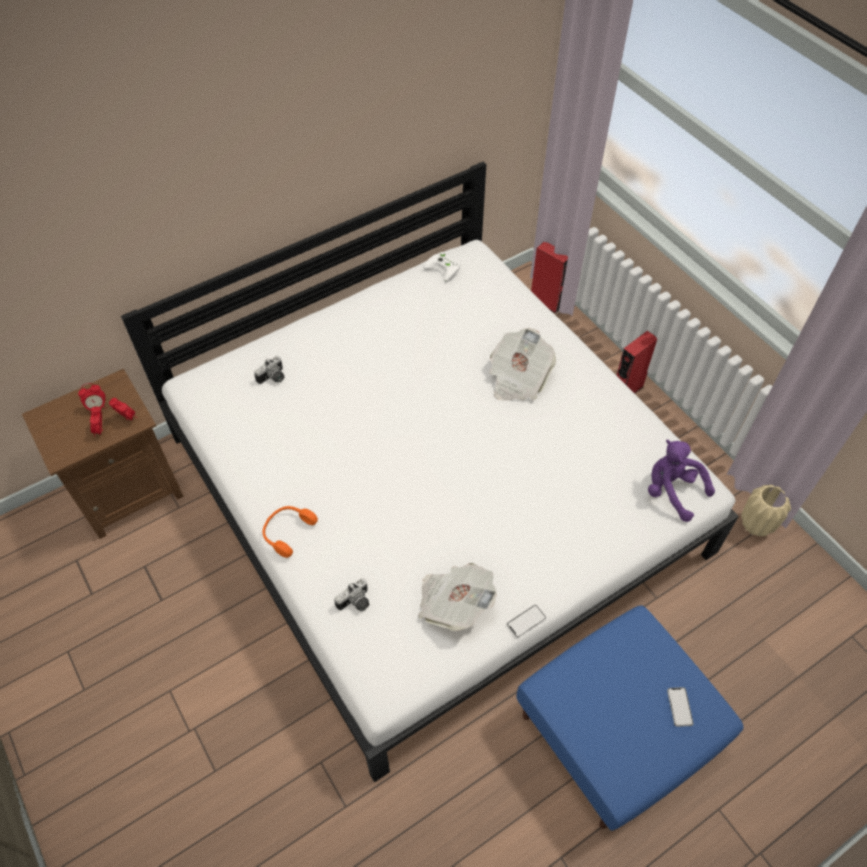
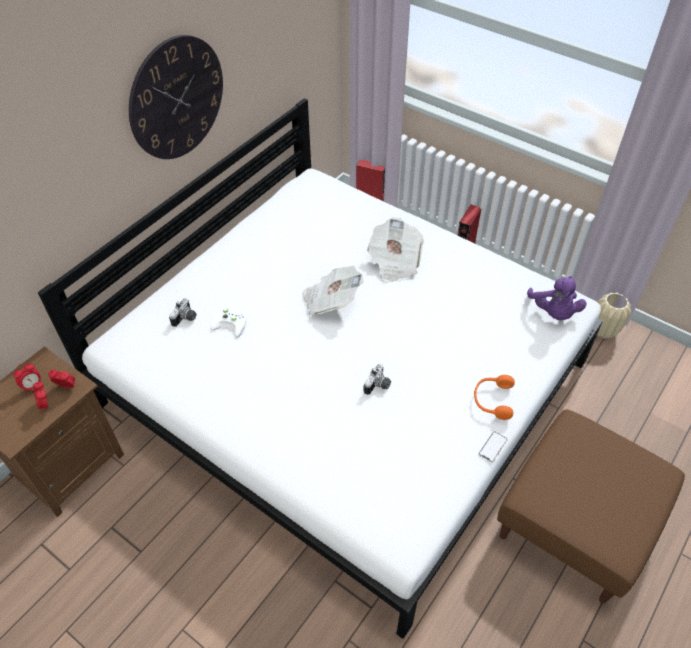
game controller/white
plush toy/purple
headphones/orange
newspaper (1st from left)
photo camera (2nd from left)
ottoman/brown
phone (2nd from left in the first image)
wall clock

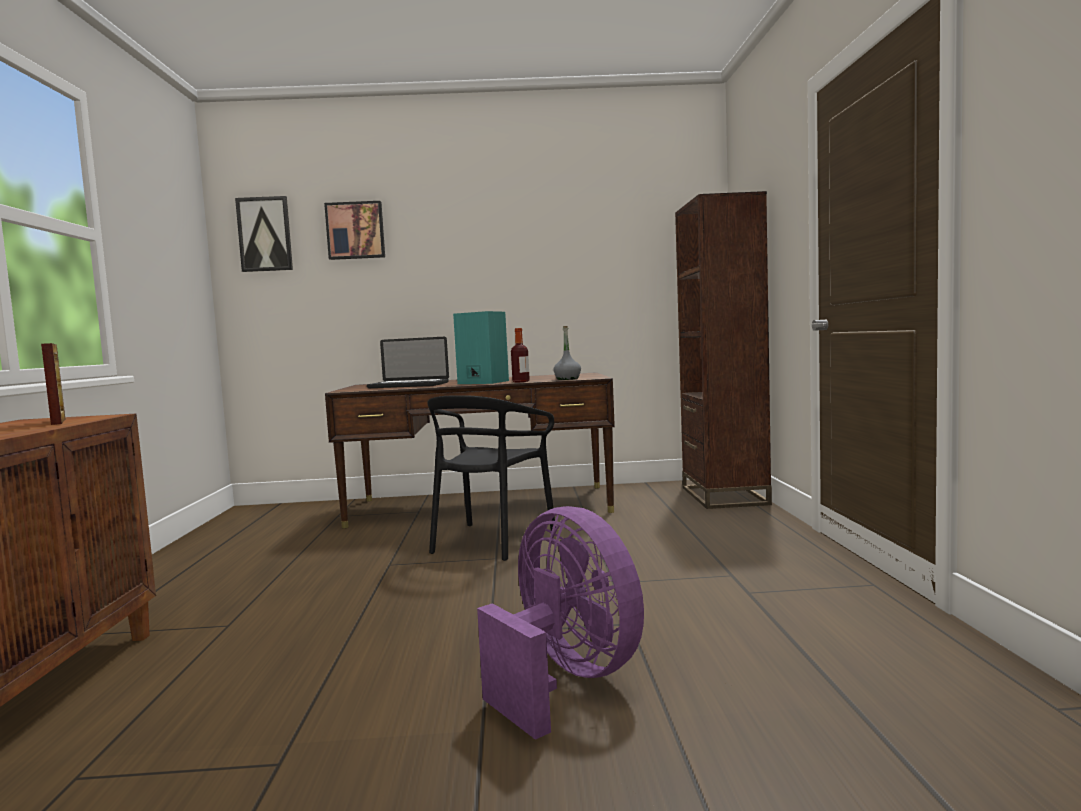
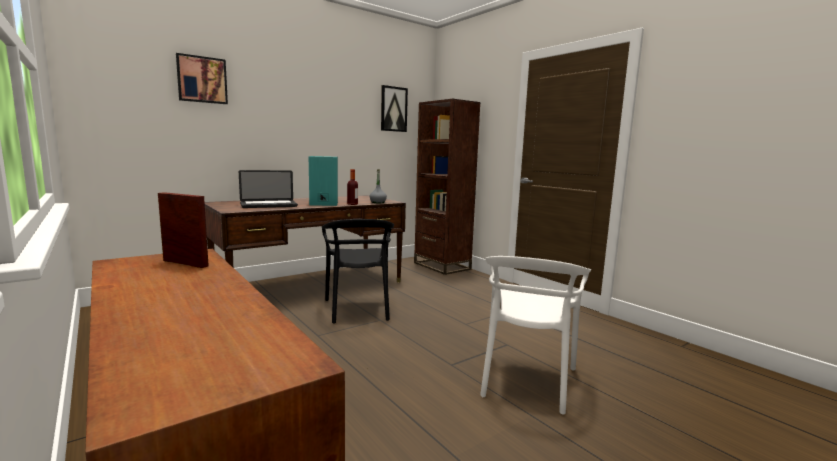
picture (2nd from left)
chair/white

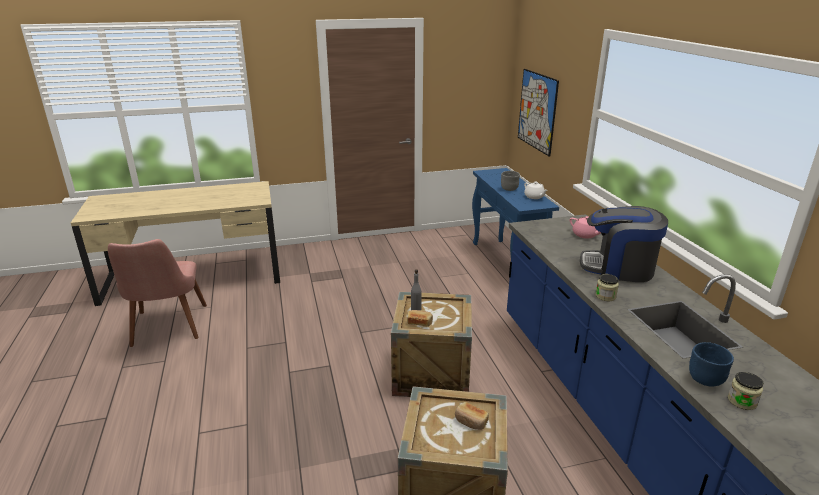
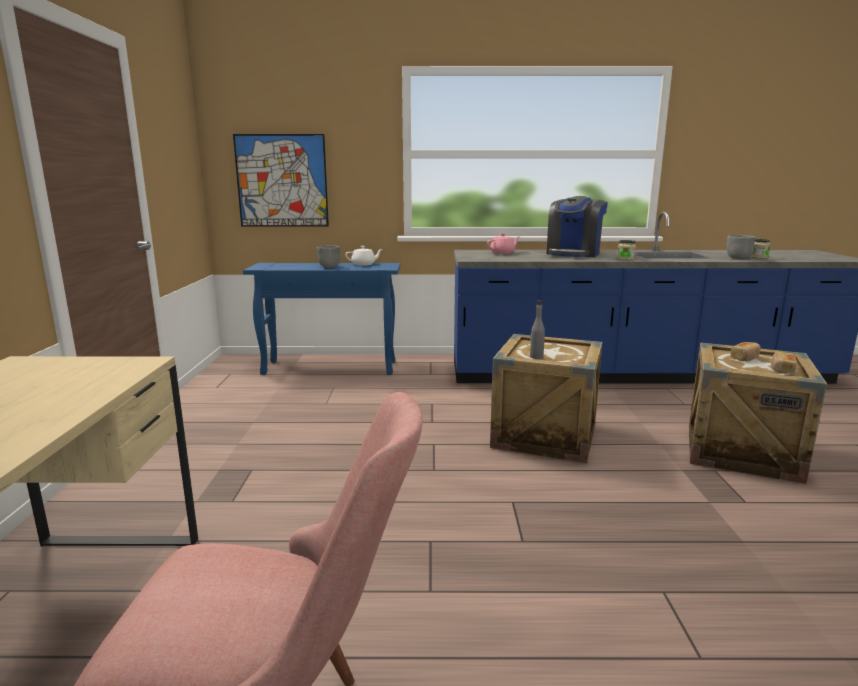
bread (2nd from left)
bowl/grey (2nd from left)

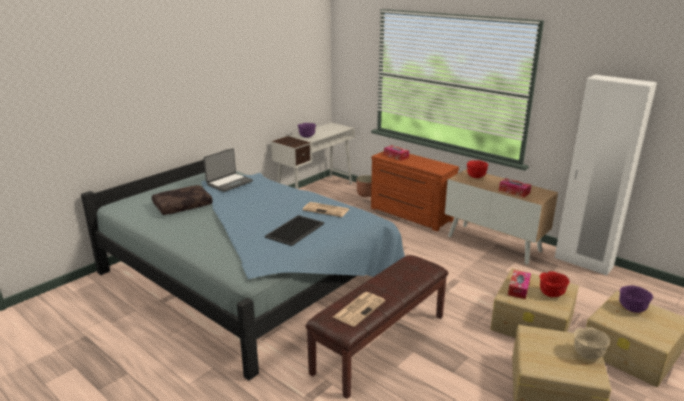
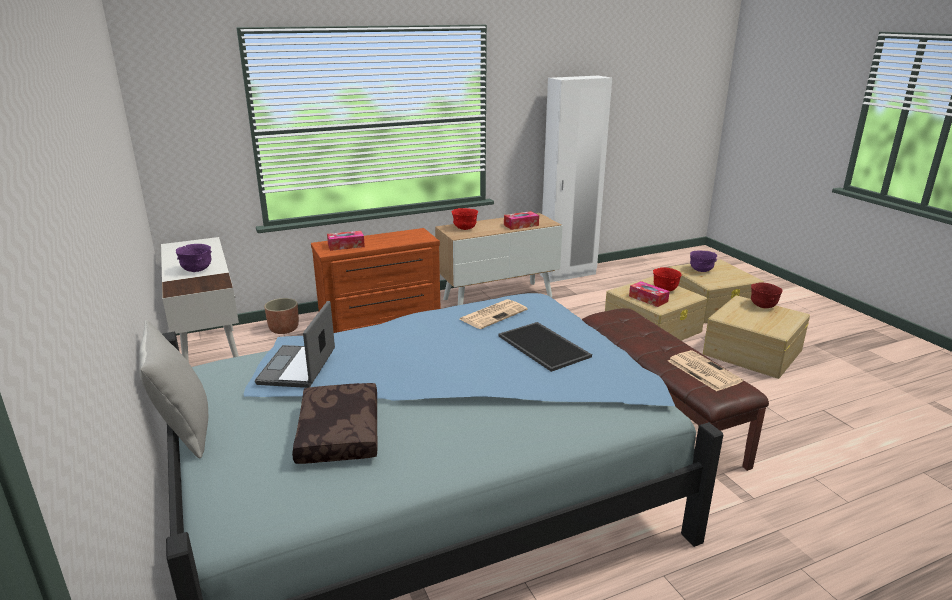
laptop
bowl/red (3rd from left)
pillow/grey

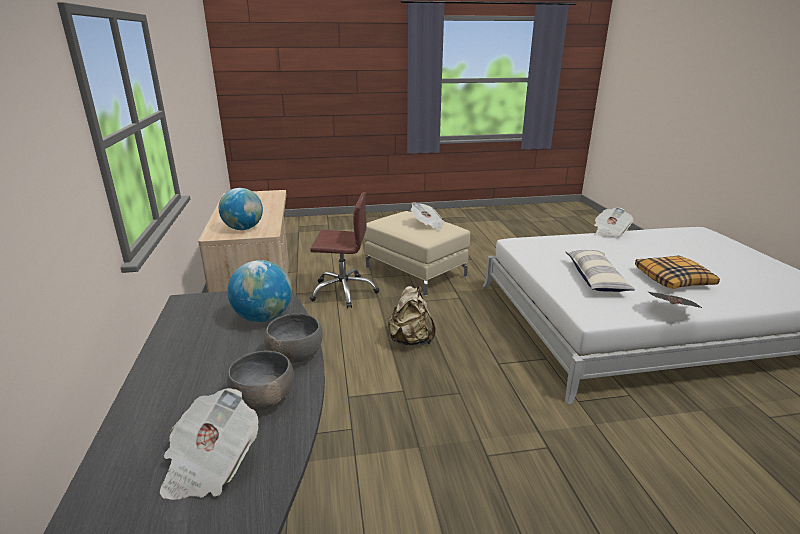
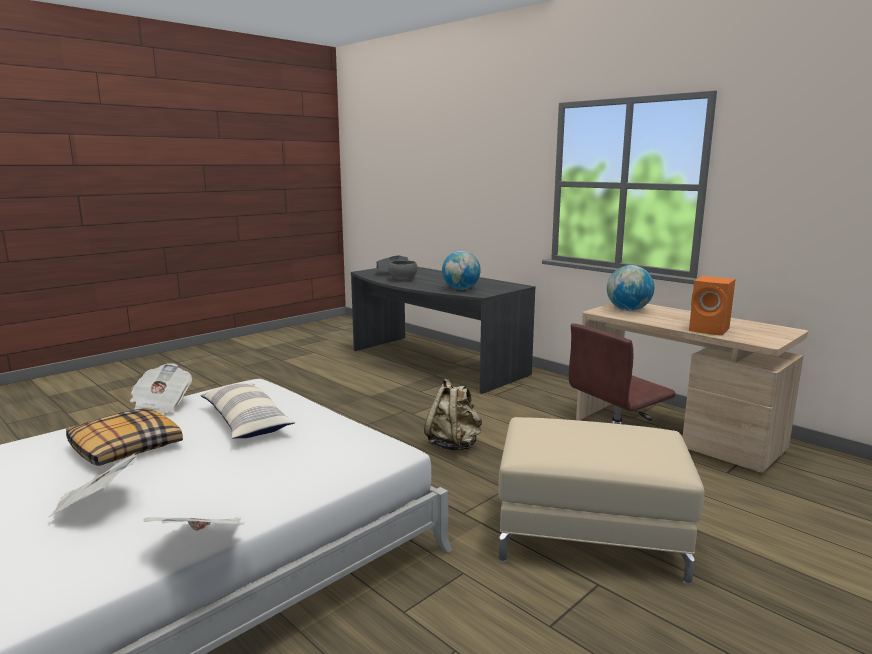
newspaper (1st from left)
bowl/grey (2nd from left in the first image)
speaker/orange

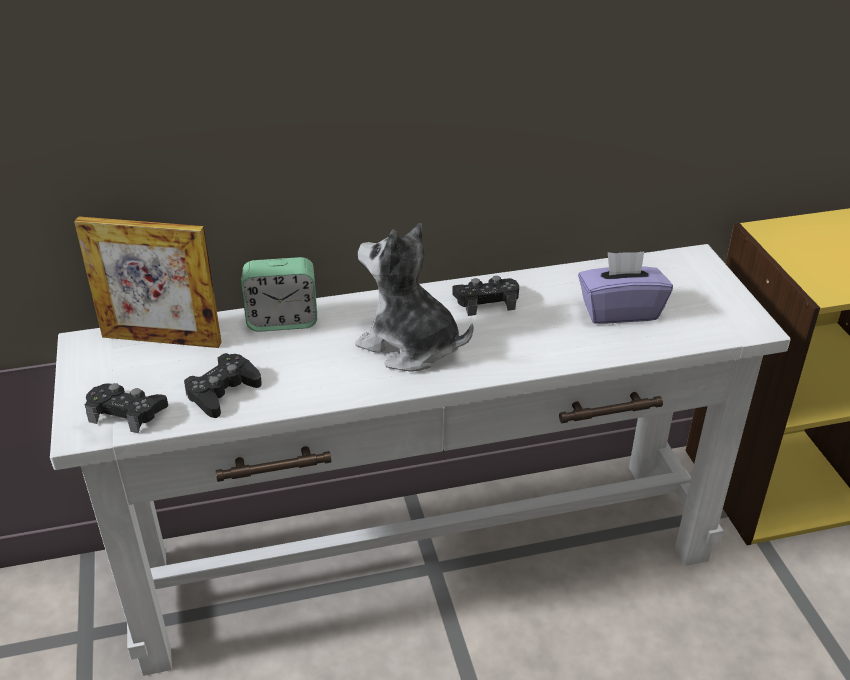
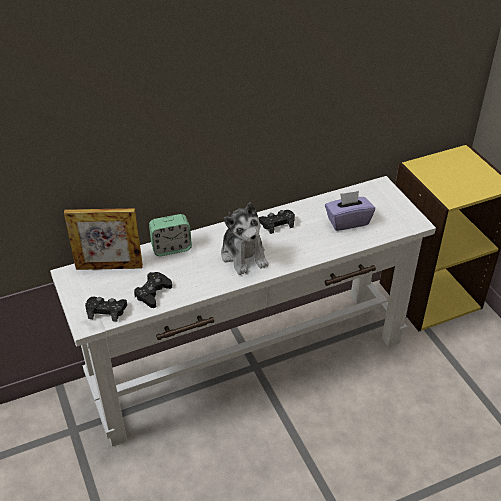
plush toy

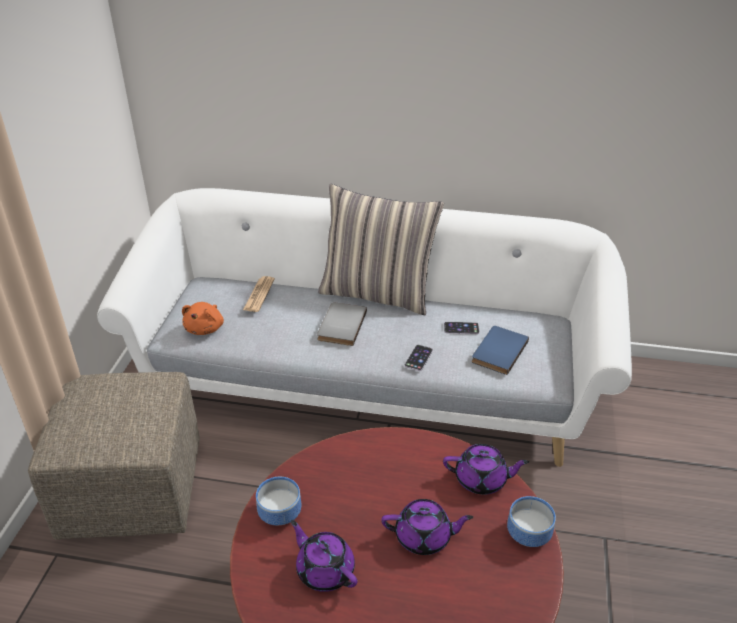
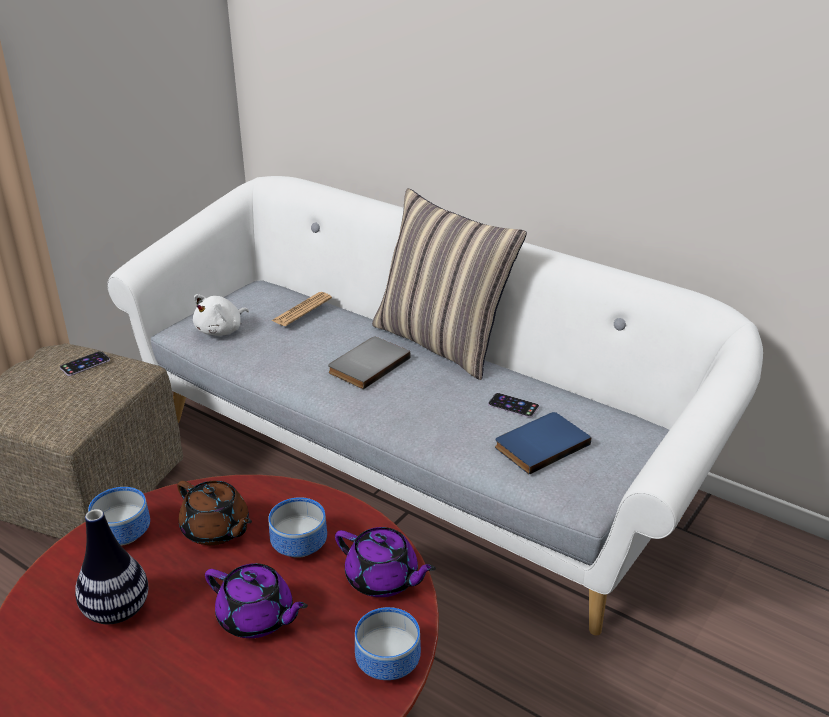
plush toy/white
phone (1st from left)
vase
teapot/brown
bowl (2nd from left)

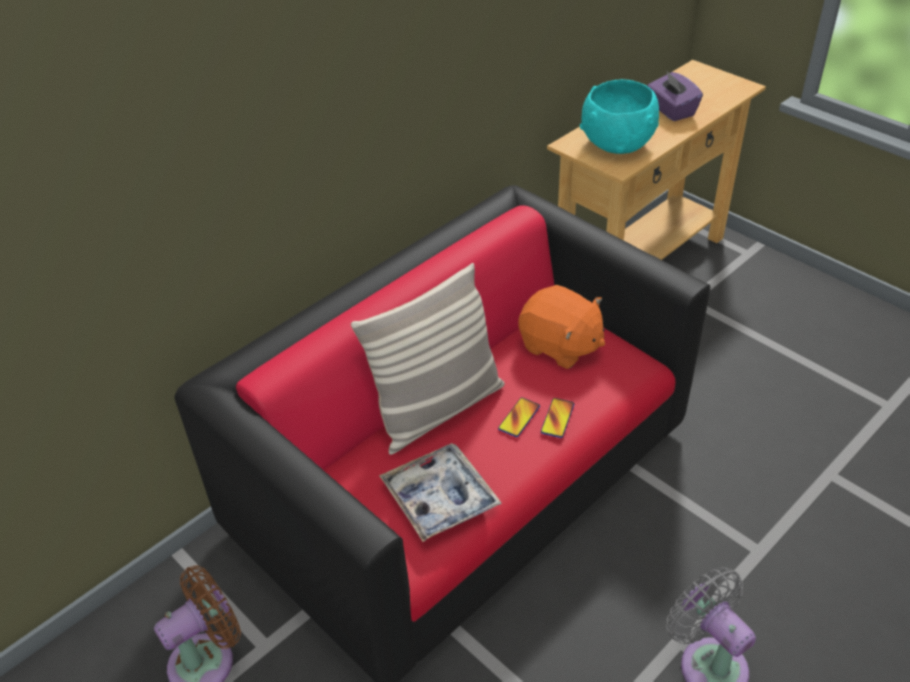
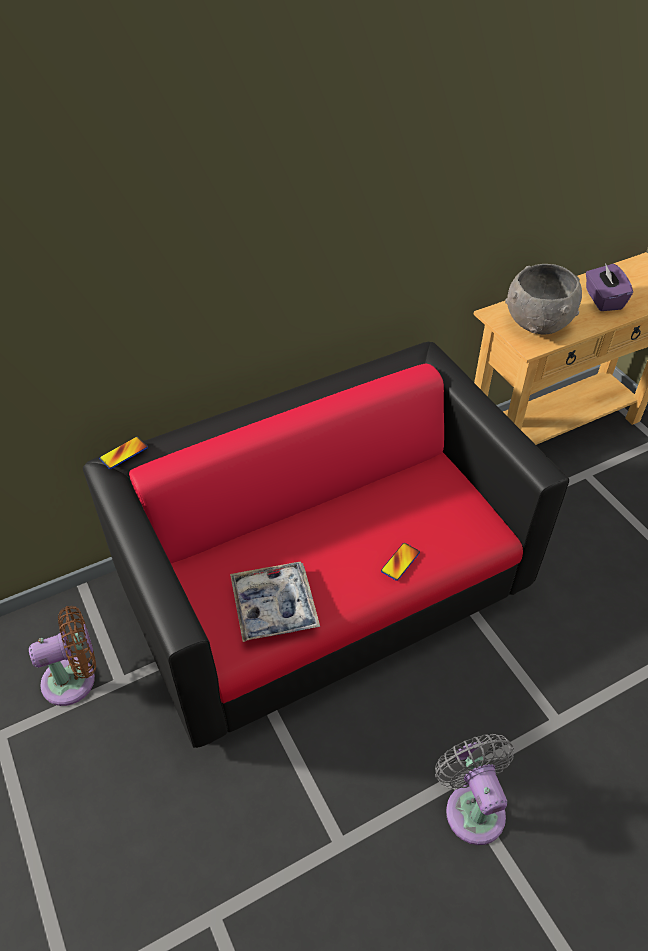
bowl/grey
pillow
plush toy/orange
phone (1st from left)

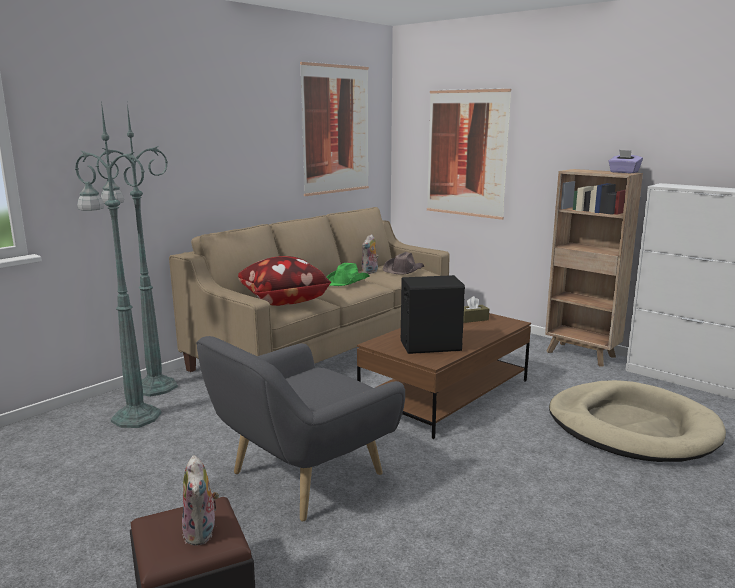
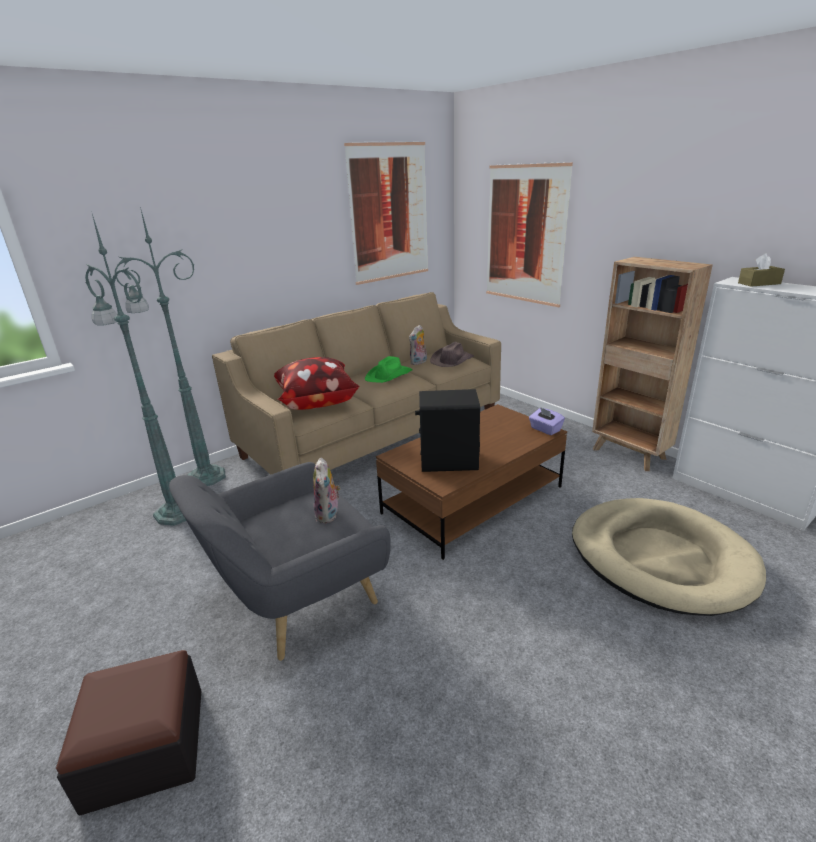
tissue box/purple
tissue box/brown
plush toy (1st from left)

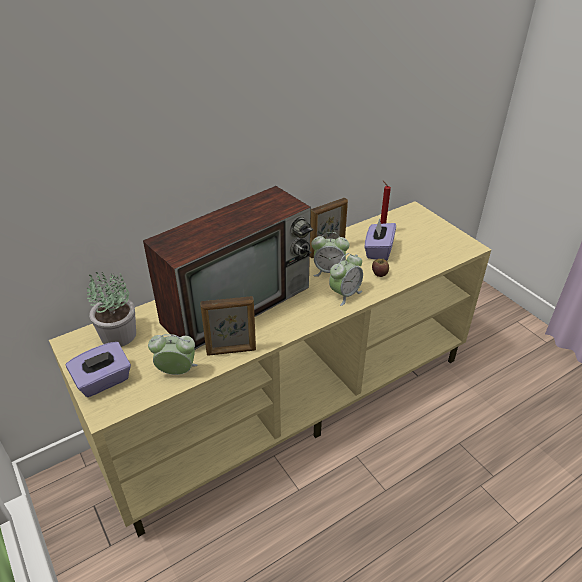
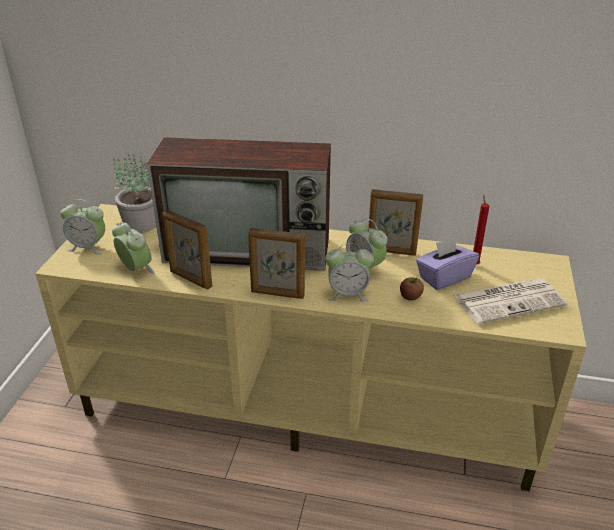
alarm clock (1st from left)
picture frame (2nd from left)
newspaper

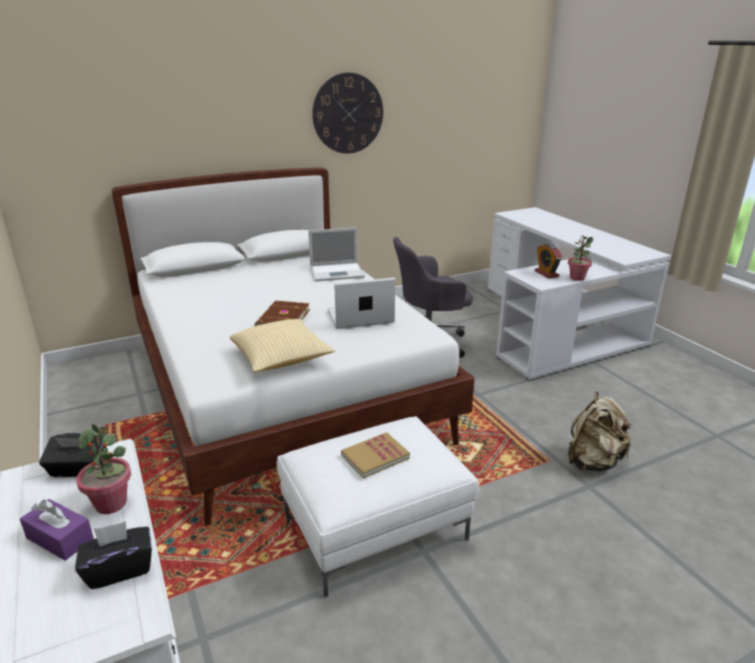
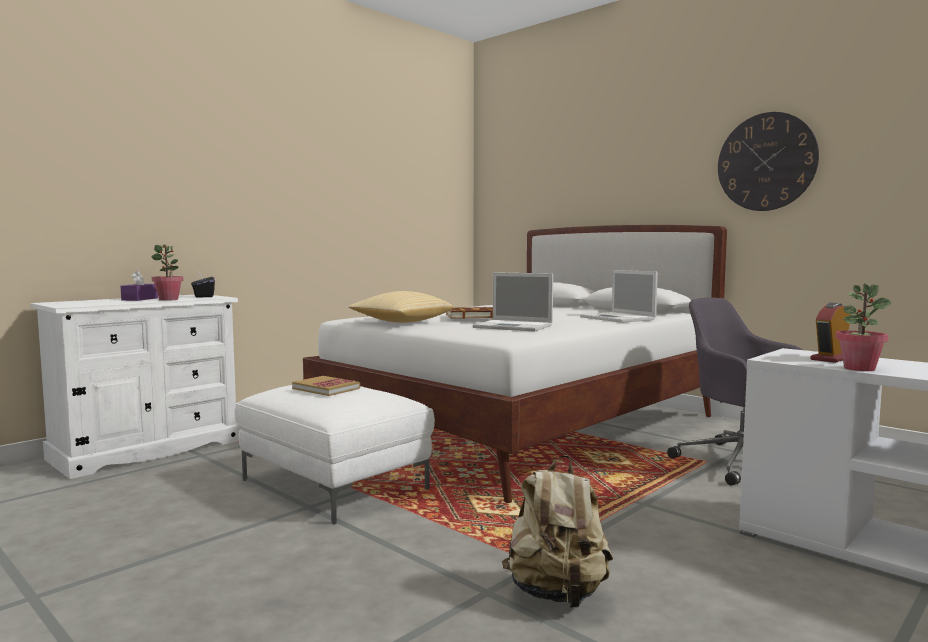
laptop (1st from left)
tissue box/black (2nd from left in the first image)

